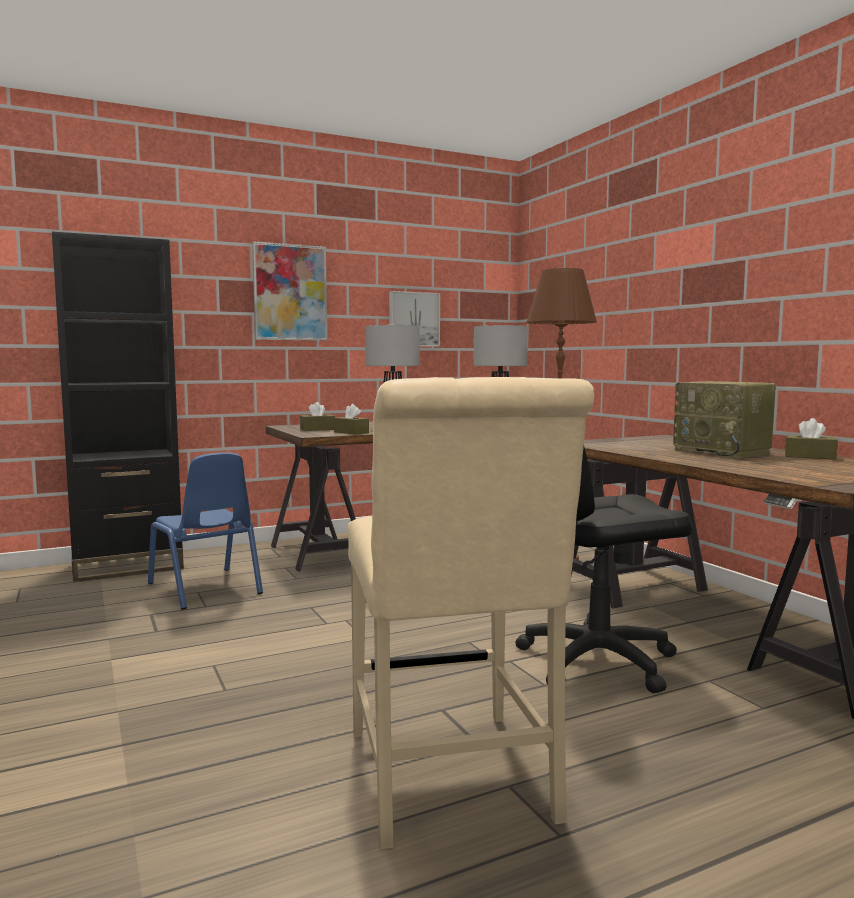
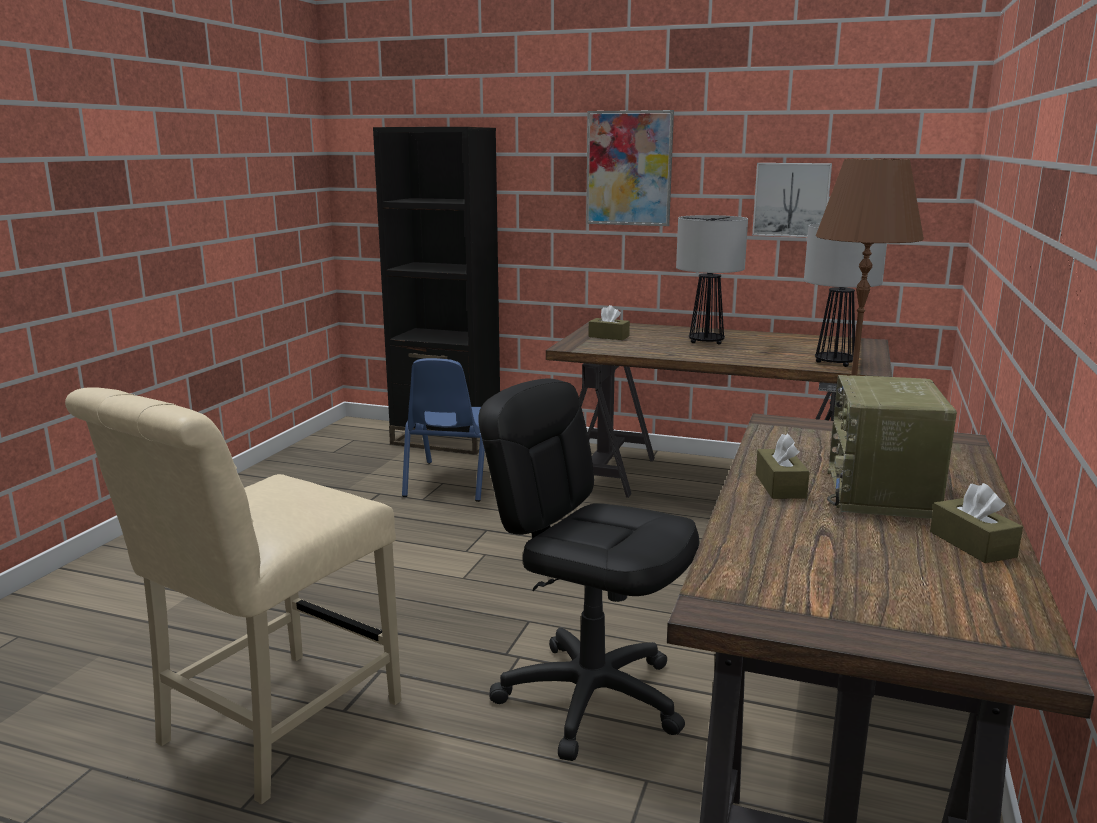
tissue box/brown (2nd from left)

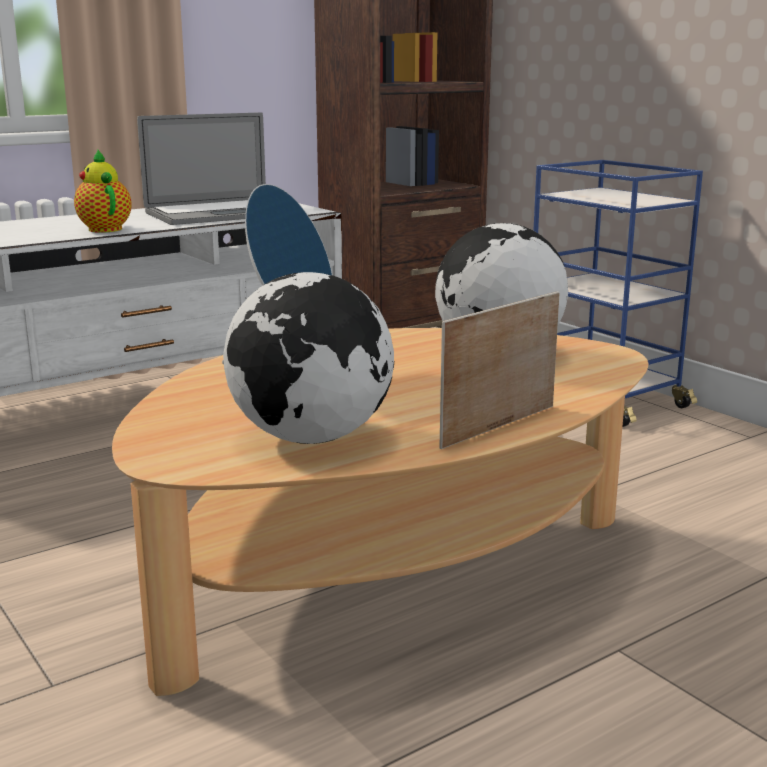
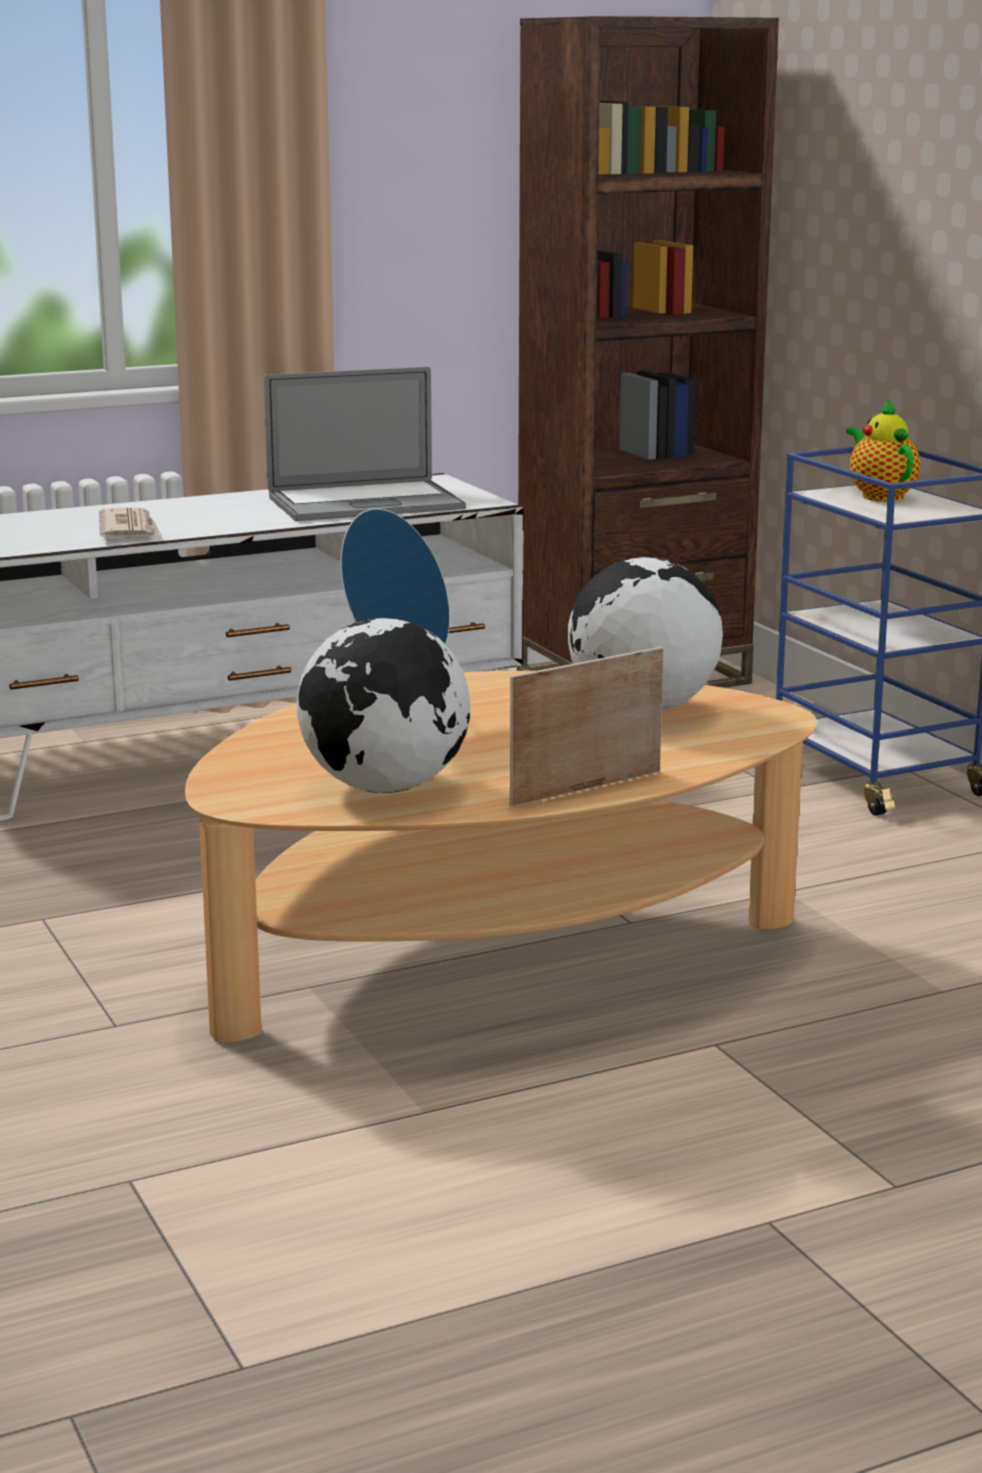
teapot
newspaper

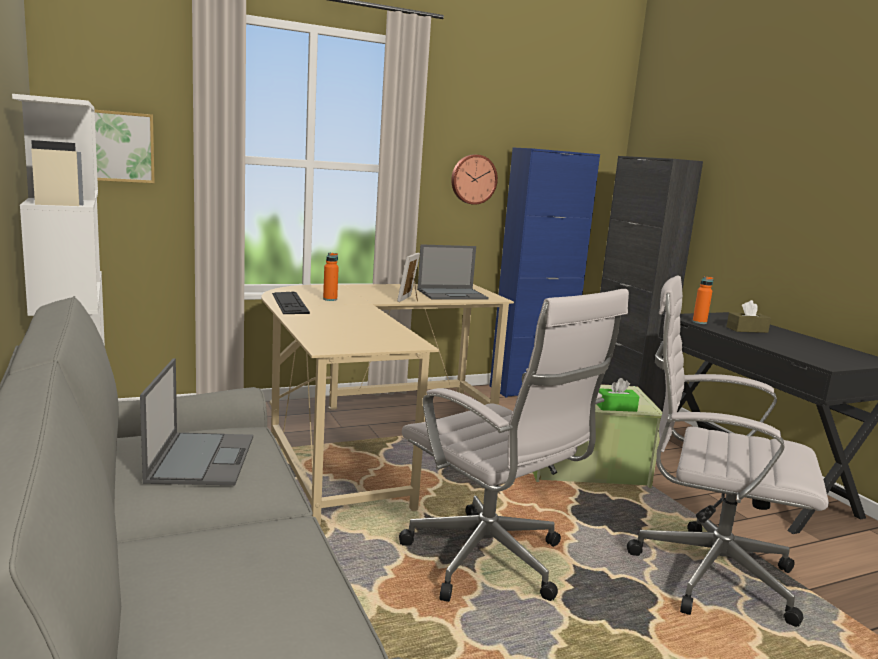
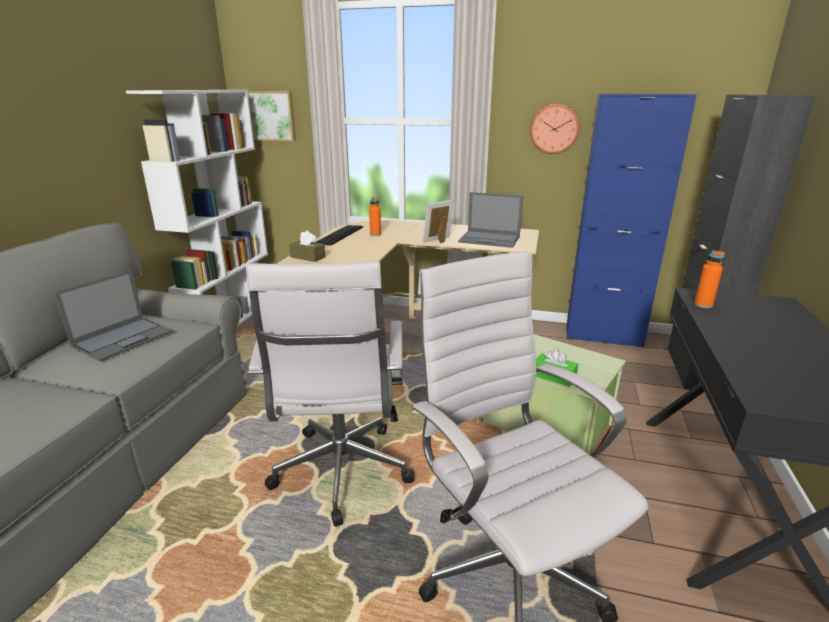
tissue box/brown

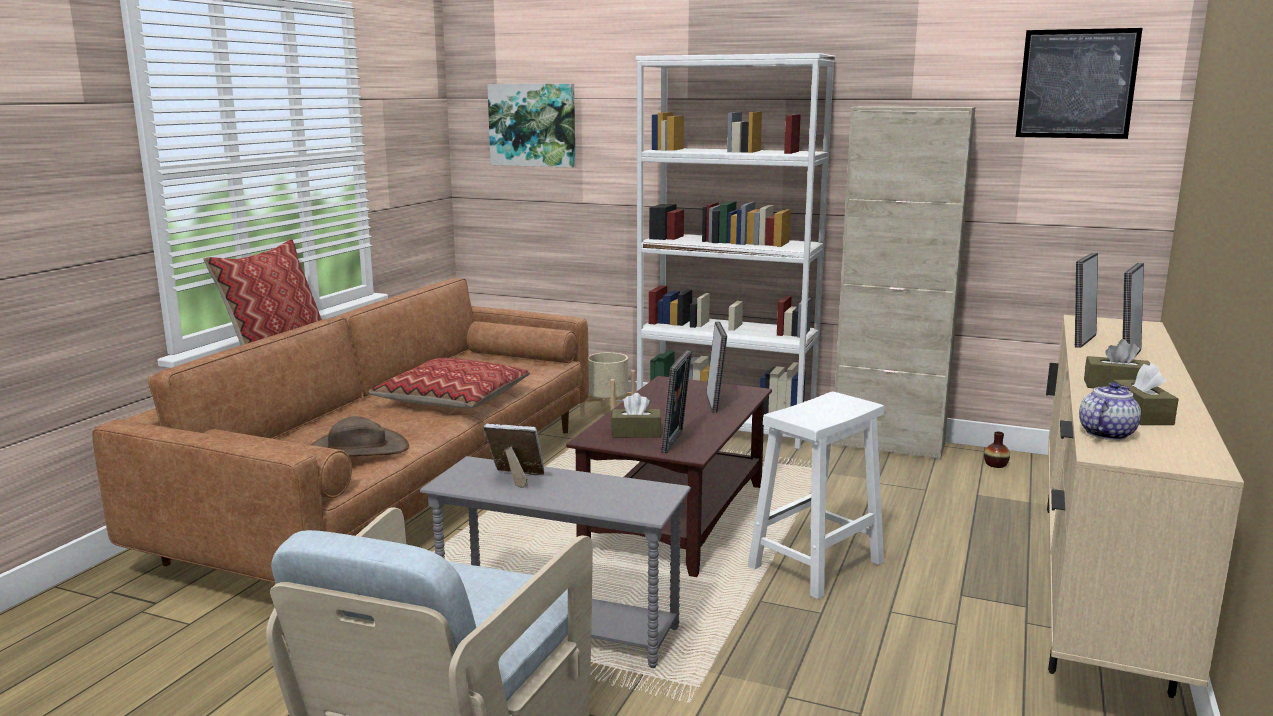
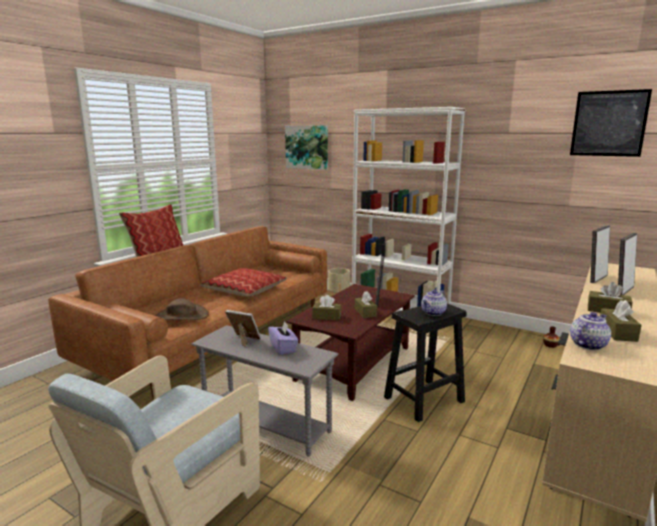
cabinet/beige
picture frame (2nd from left in the first image)
stool/black
teapot (1st from left)
tissue box/brown (2nd from left)
tissue box/purple

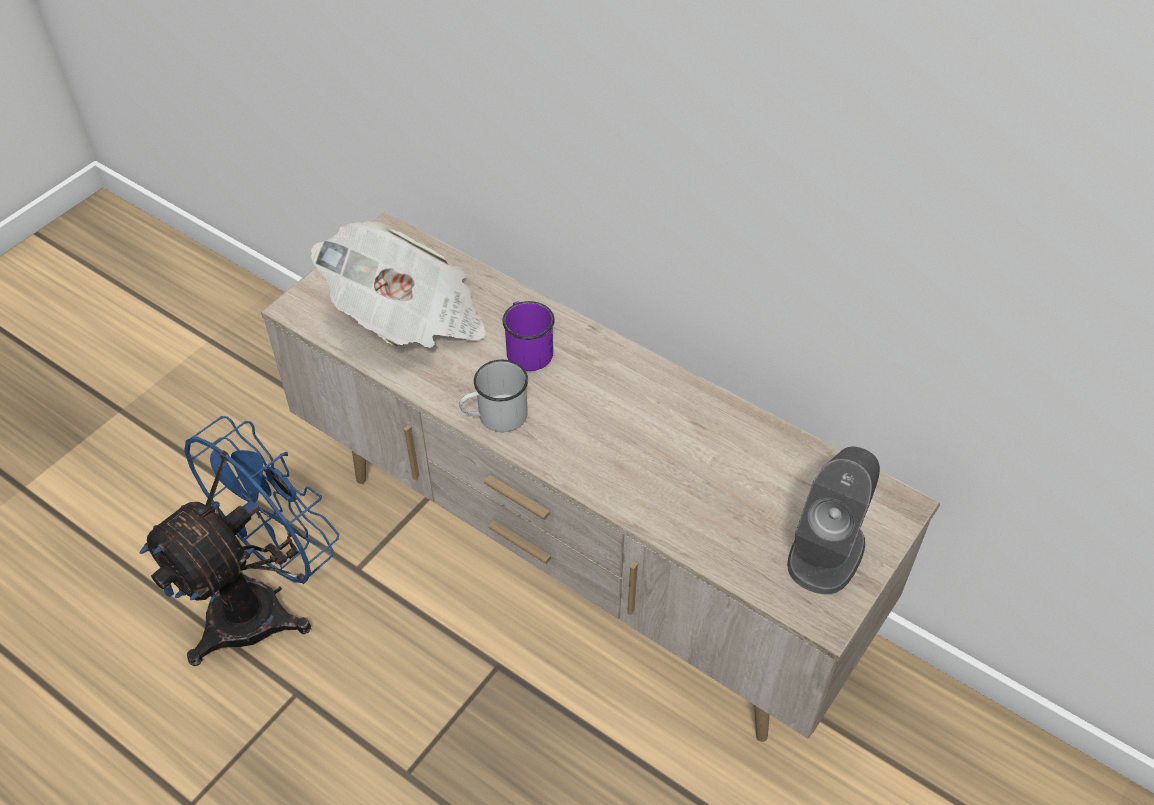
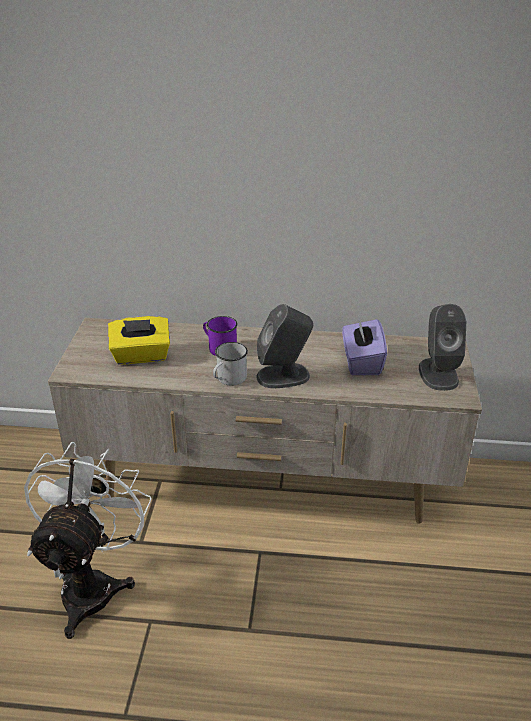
tissue box/yellow
fan/white
speaker/grey (1st from left)
tissue box/purple

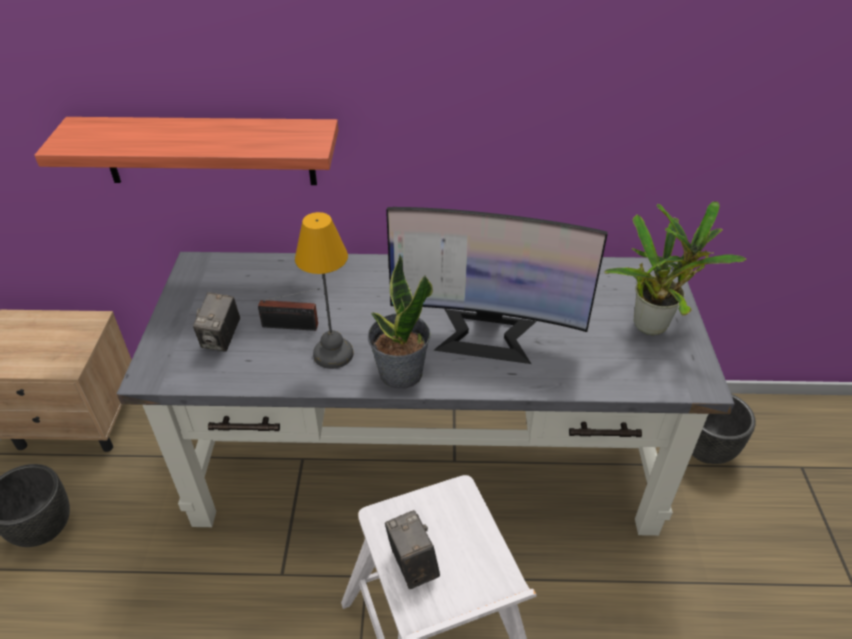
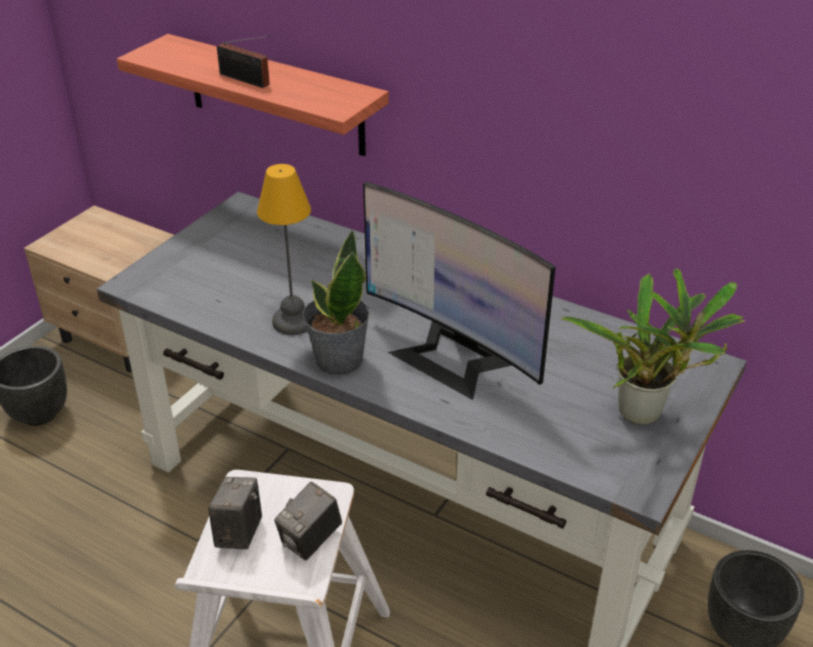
radio
photo camera (2nd from left)

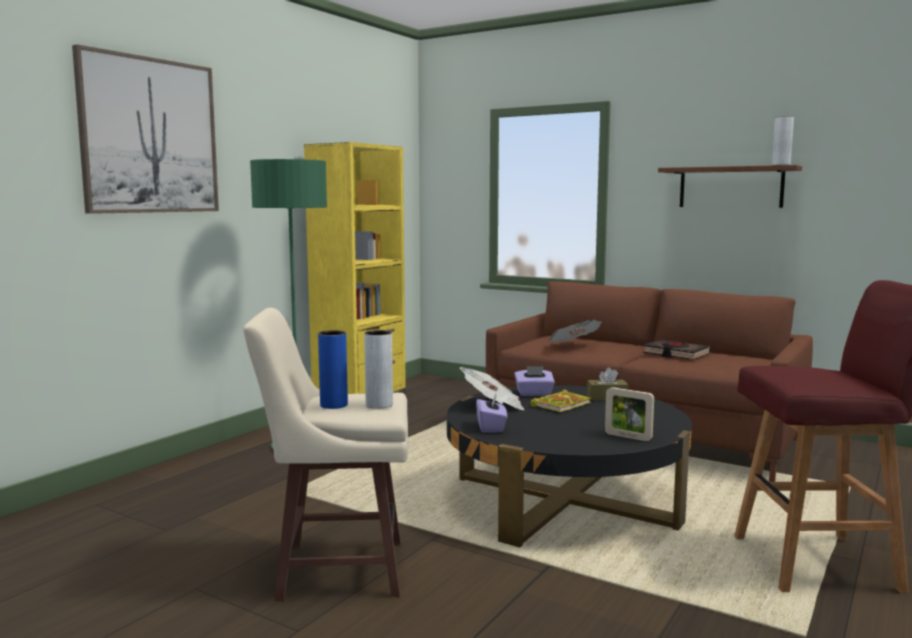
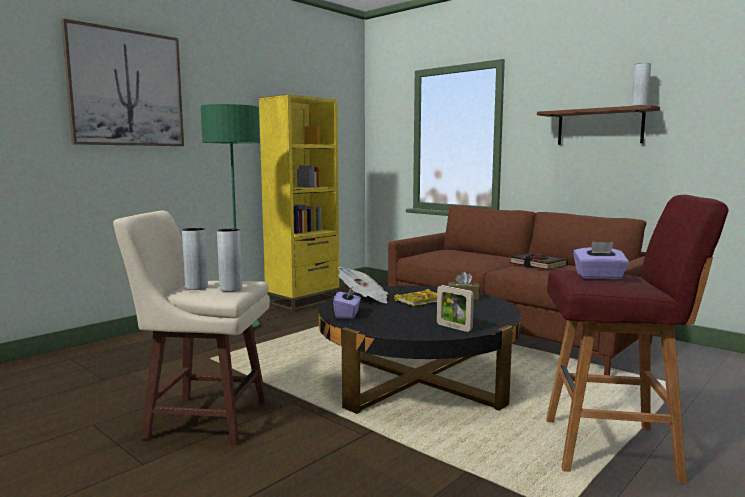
newspaper (2nd from left in the first image)
vase/grey (1st from left)
tissue box/purple (2nd from left)

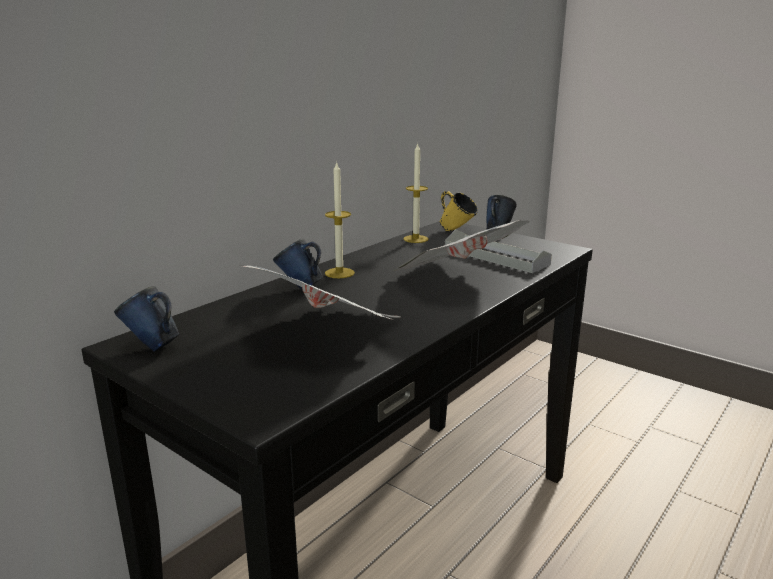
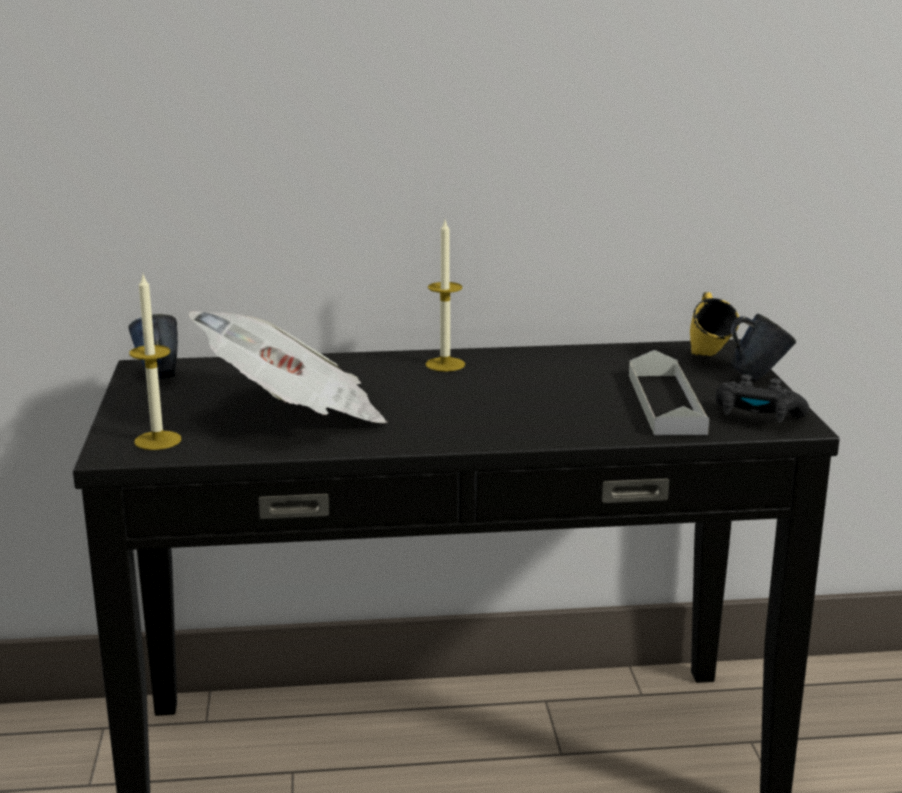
candle (1st from left)
newspaper (2nd from left in the first image)
mug/blue (2nd from left in the first image)
game controller/black

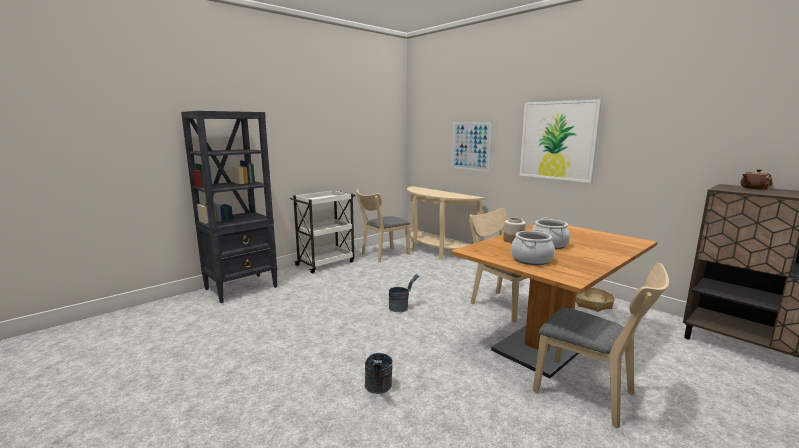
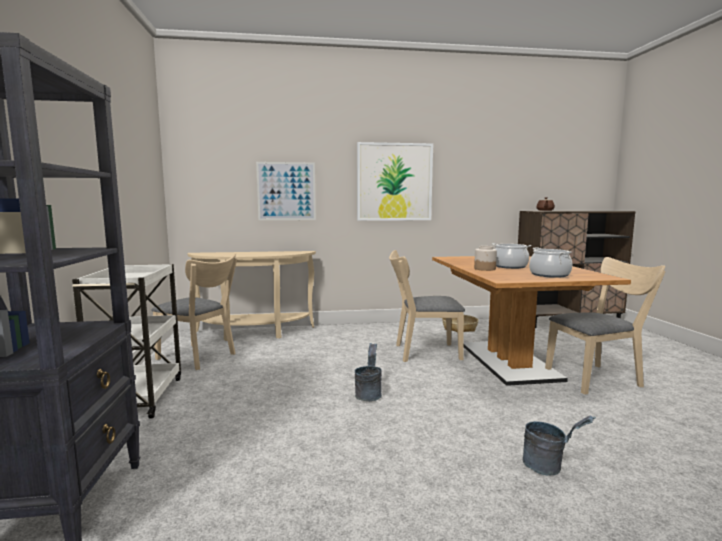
chair/beige (1st from left)

